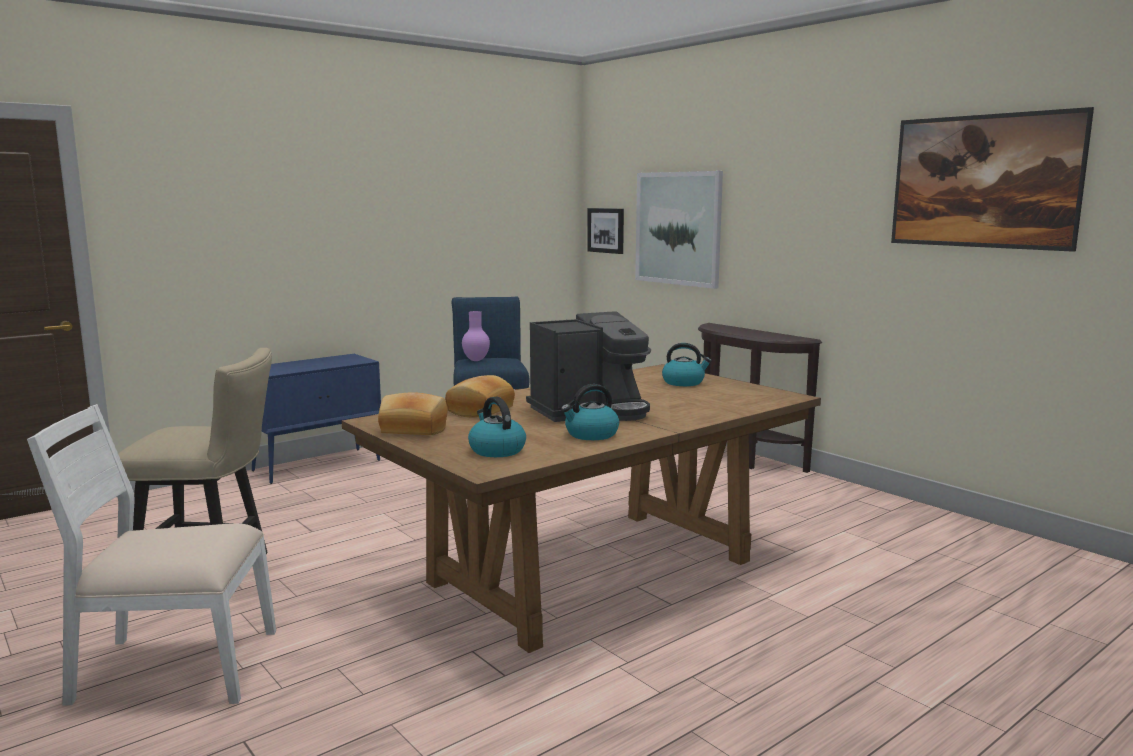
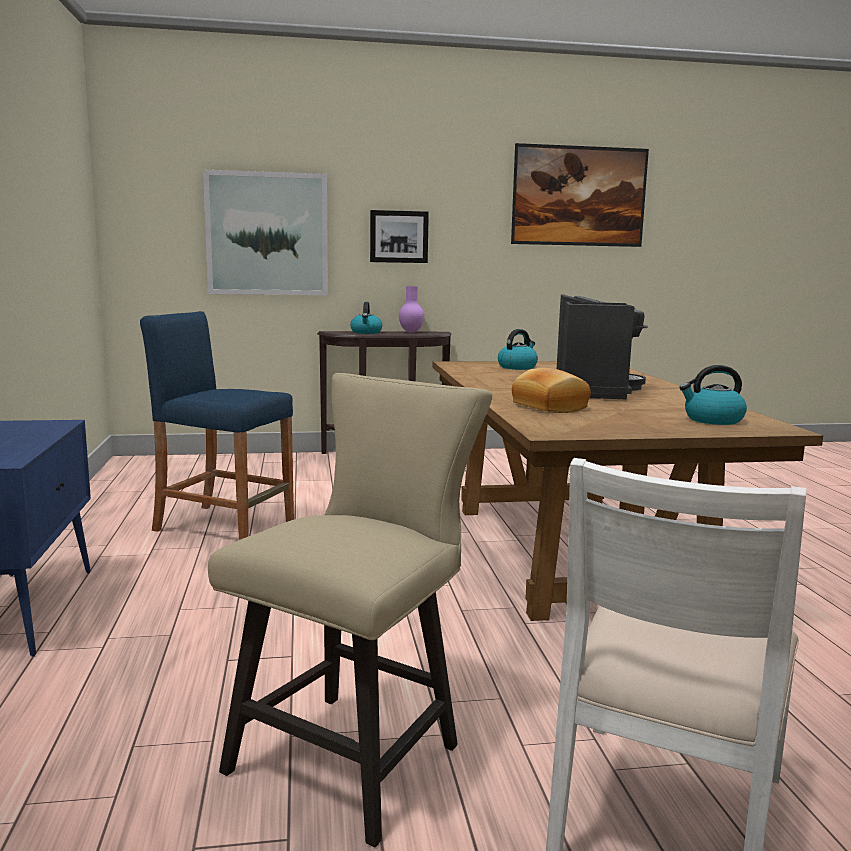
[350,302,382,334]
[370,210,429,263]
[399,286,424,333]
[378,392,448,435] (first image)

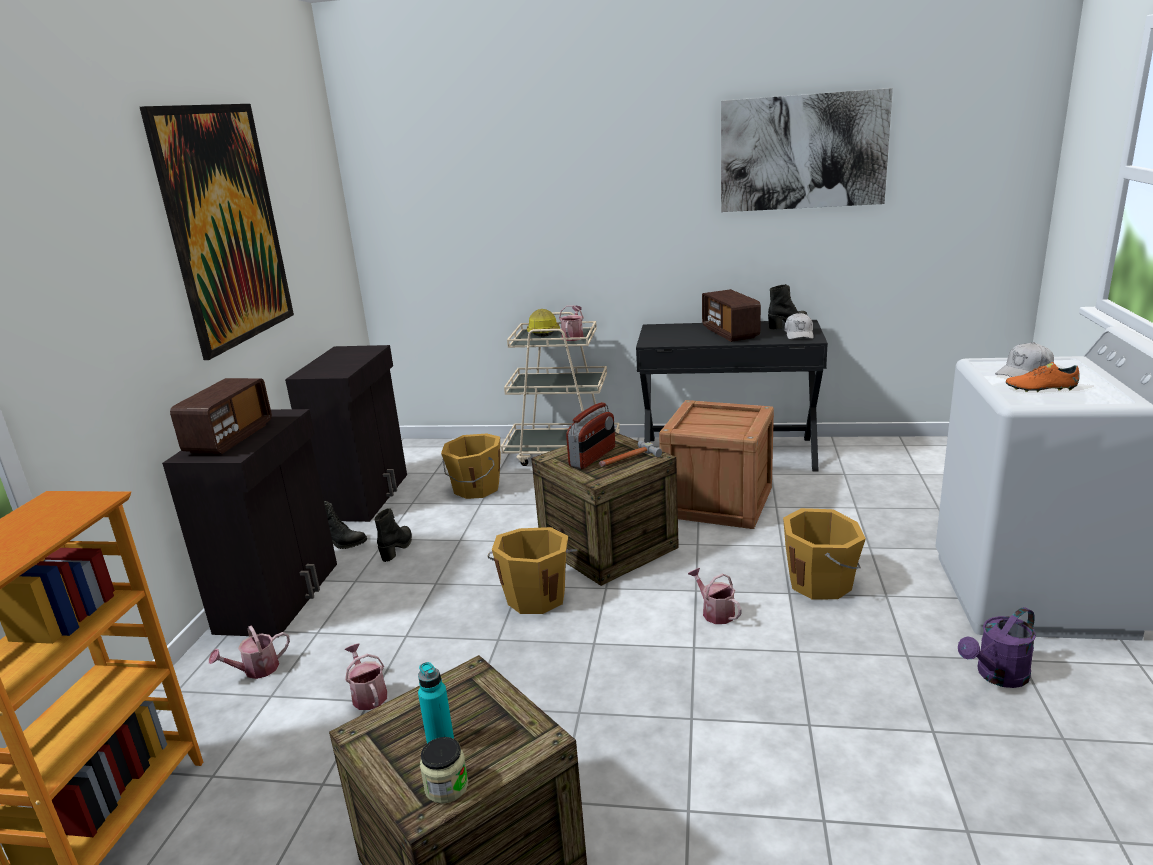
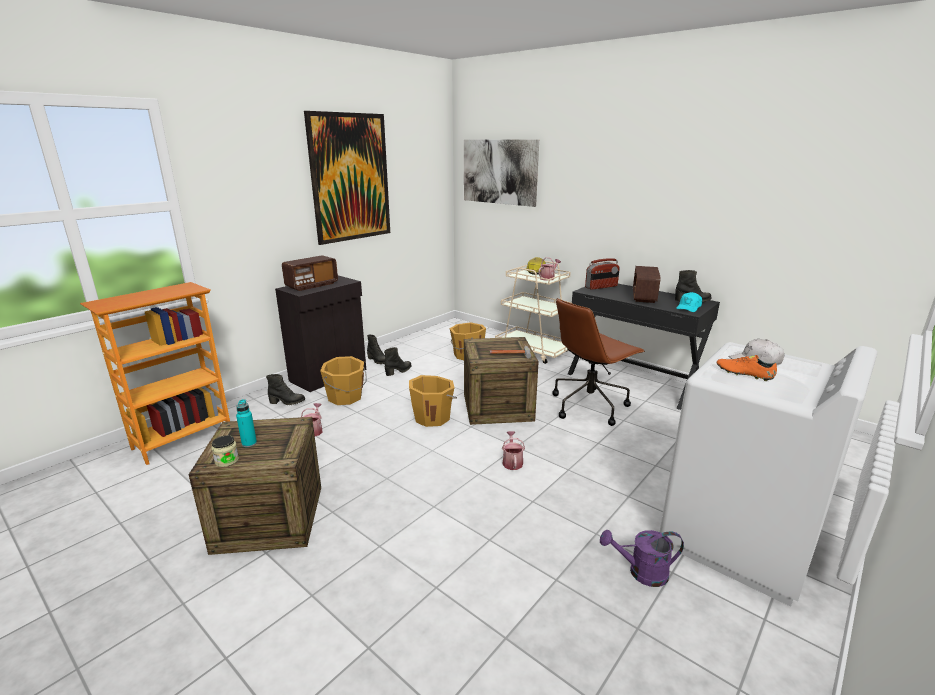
[266,374,305,405]
[320,356,366,405]
[464,140,539,207]
[552,298,645,426]
[585,258,620,290]
[676,292,702,312]
[285,345,407,522] (first image)

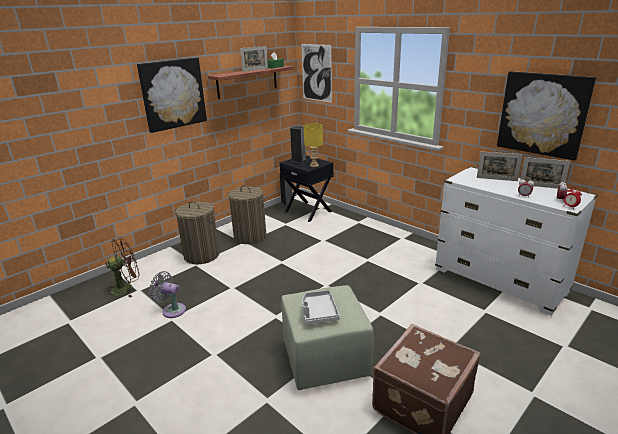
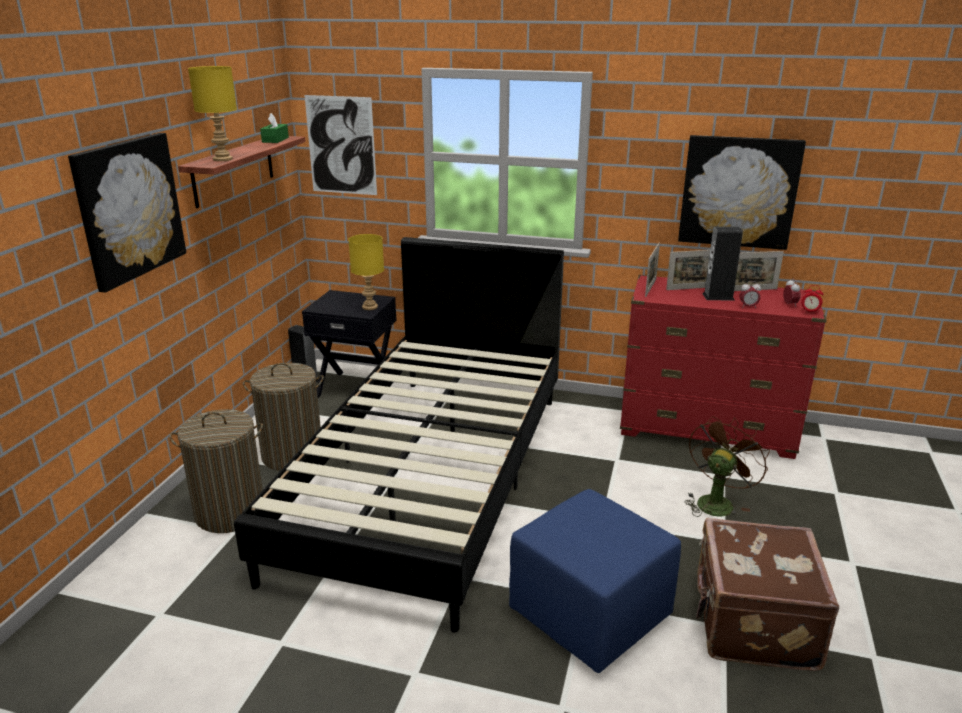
[188,66,237,161]
[234,237,564,633]
[509,489,681,673]
[620,275,827,459]
[645,242,660,297]
[685,416,770,517]
[702,227,743,300]
[149,271,186,318] (first image)
[302,290,340,324] (first image)

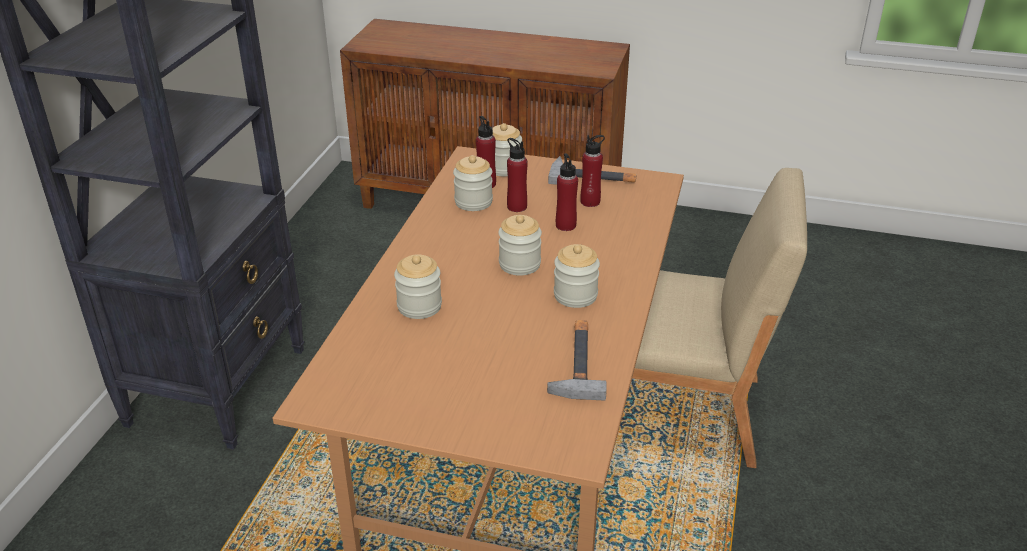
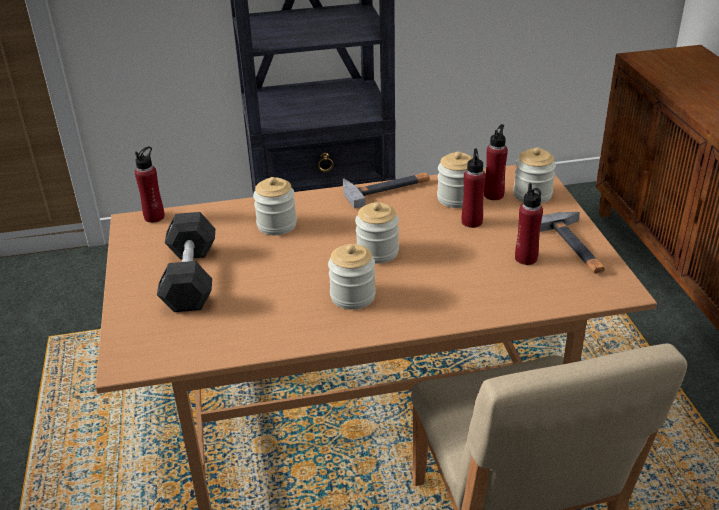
[135,146,165,223]
[157,212,215,312]
[343,173,430,209]

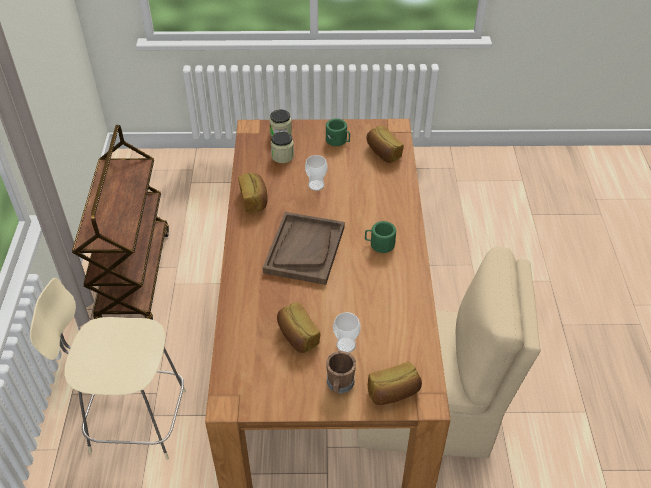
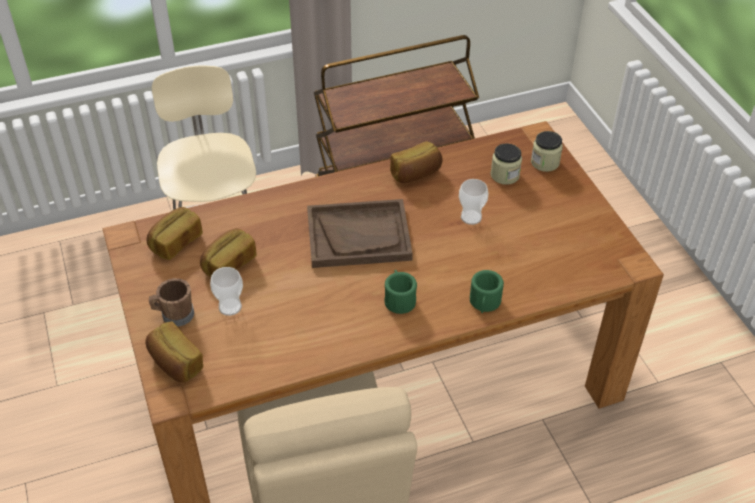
[147,207,203,260]
[470,270,504,313]

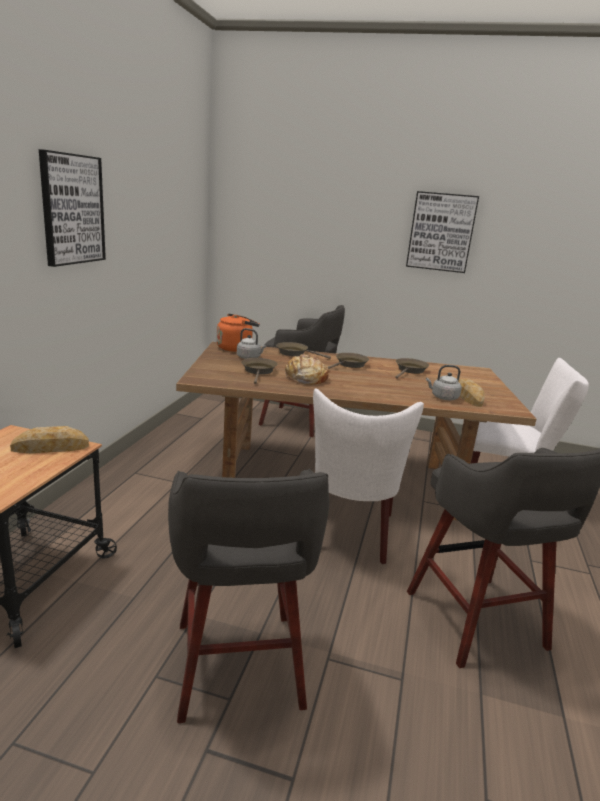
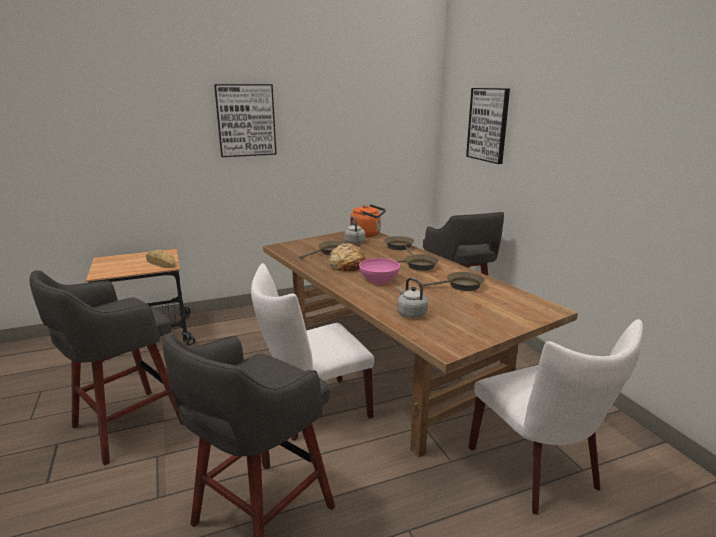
[359,258,400,284]
[466,88,510,164]
[458,379,485,407] (first image)

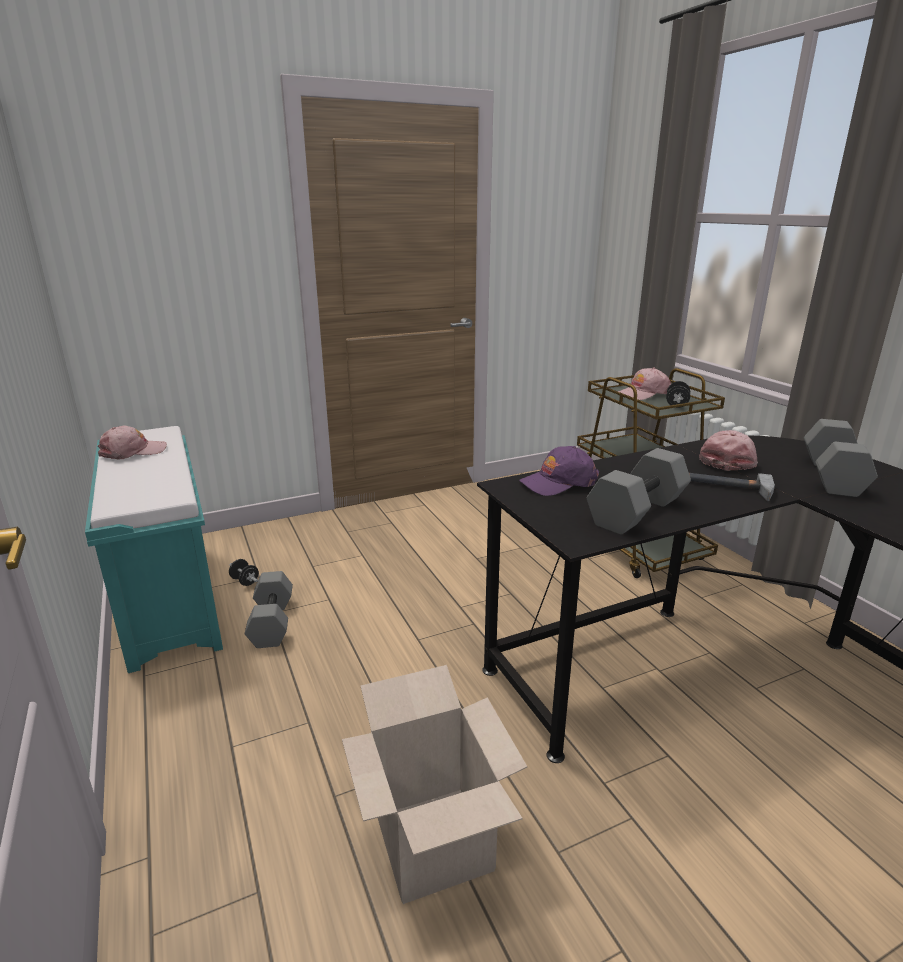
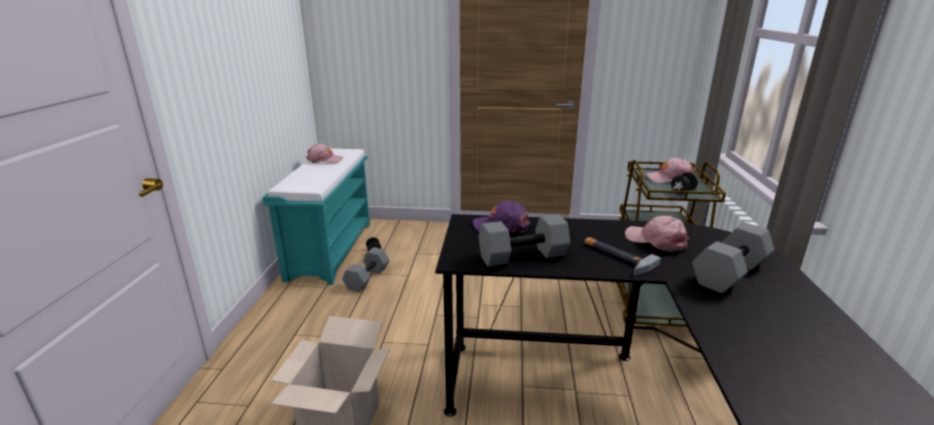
[625,216,689,252]

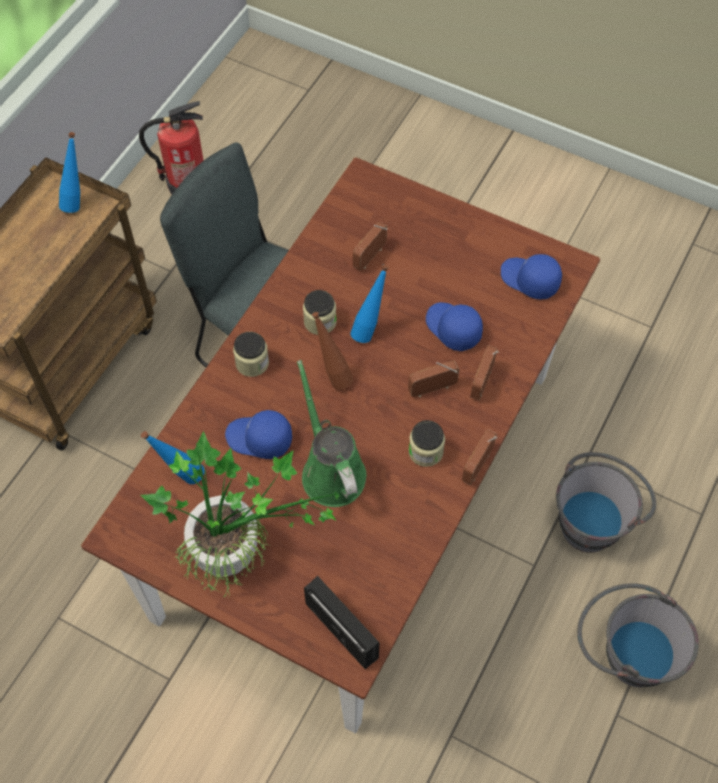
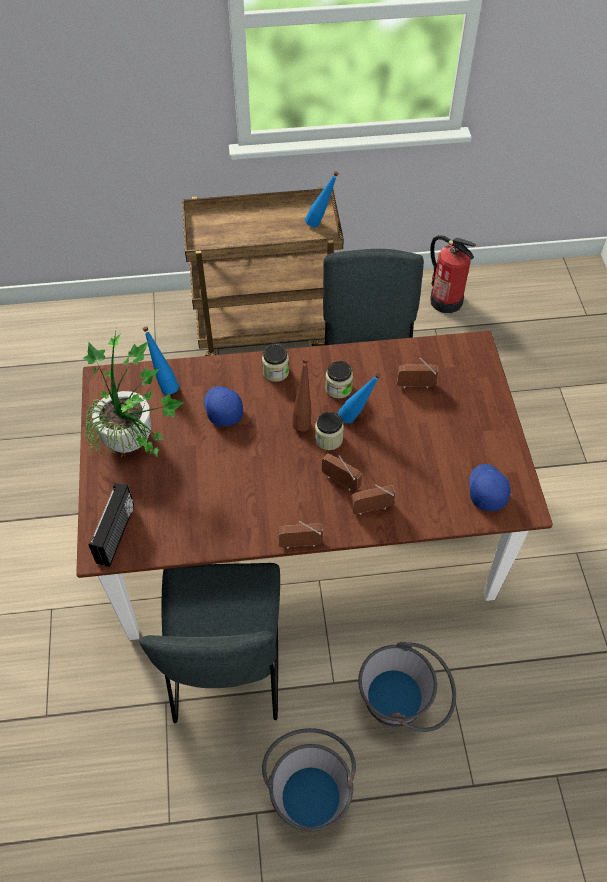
[139,563,280,723]
[315,412,344,450]
[297,360,366,507] (first image)
[426,302,483,351] (first image)

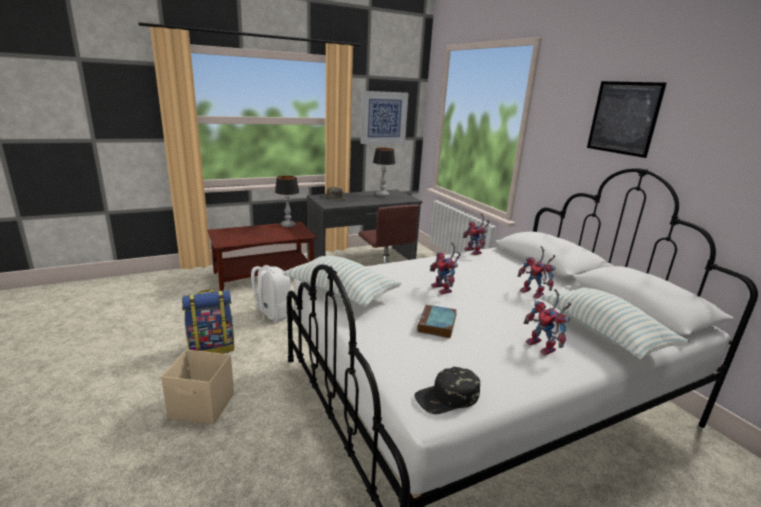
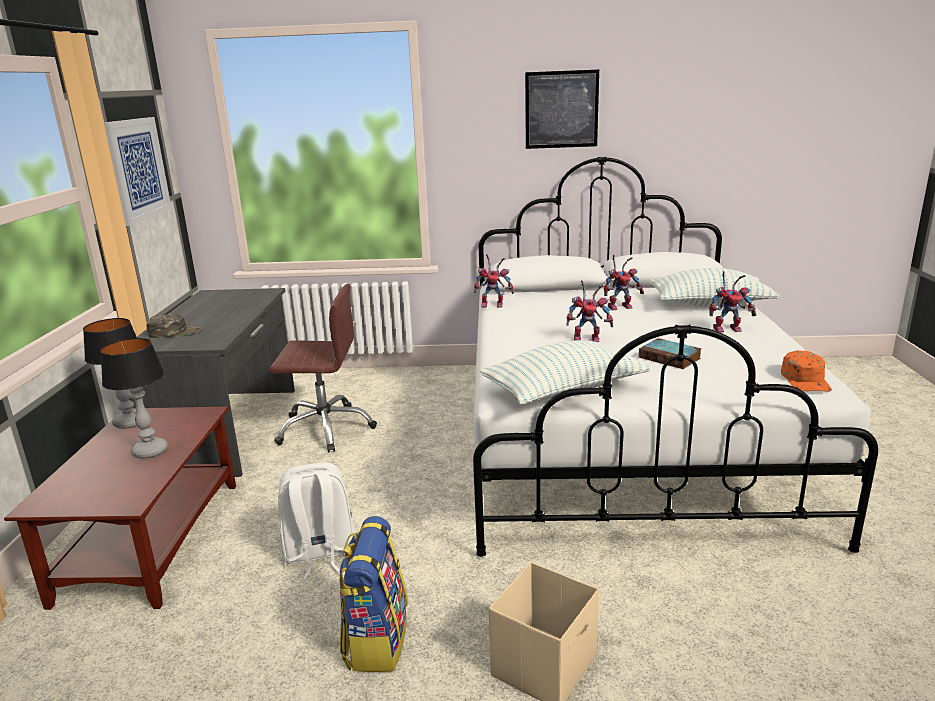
[100,338,168,458]
[781,350,832,392]

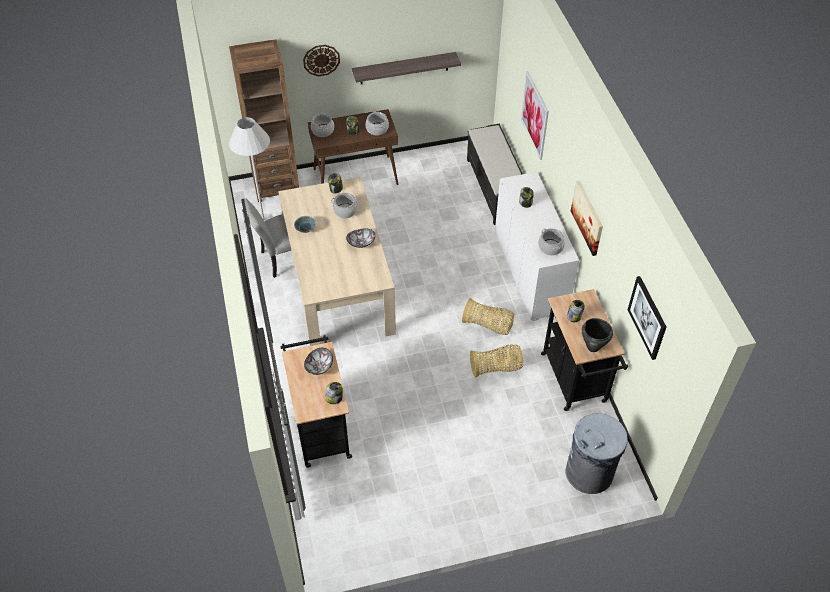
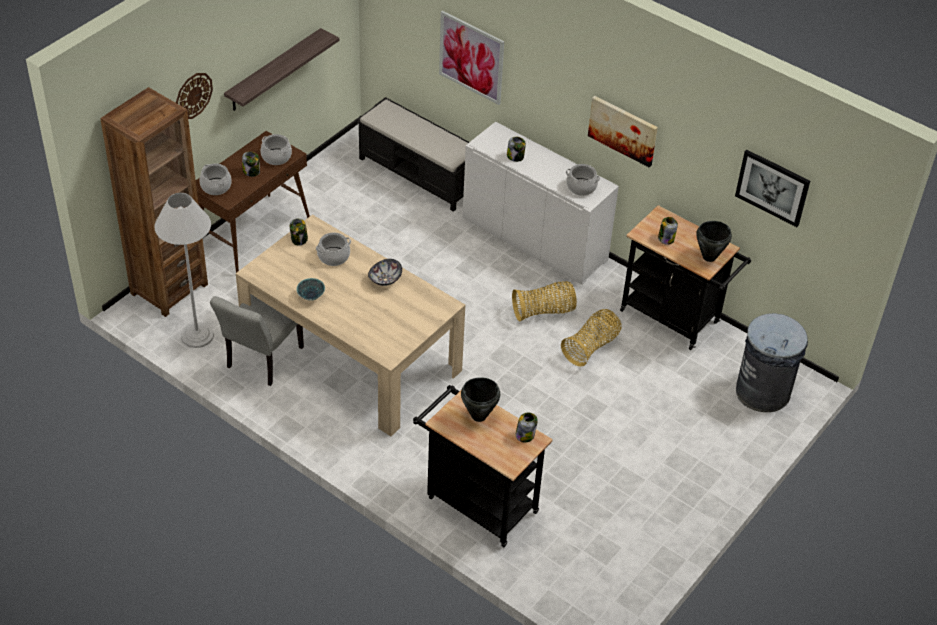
[461,377,500,422]

